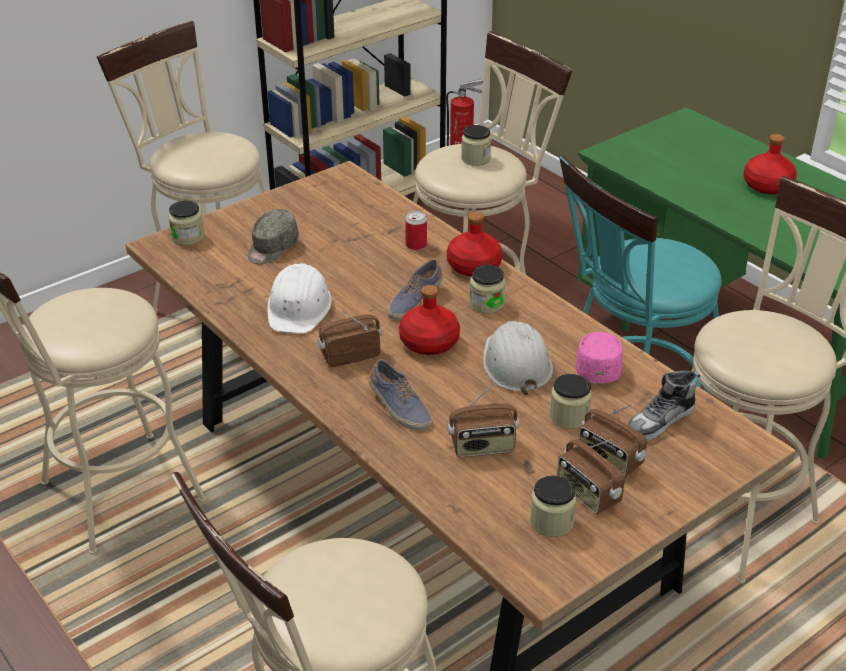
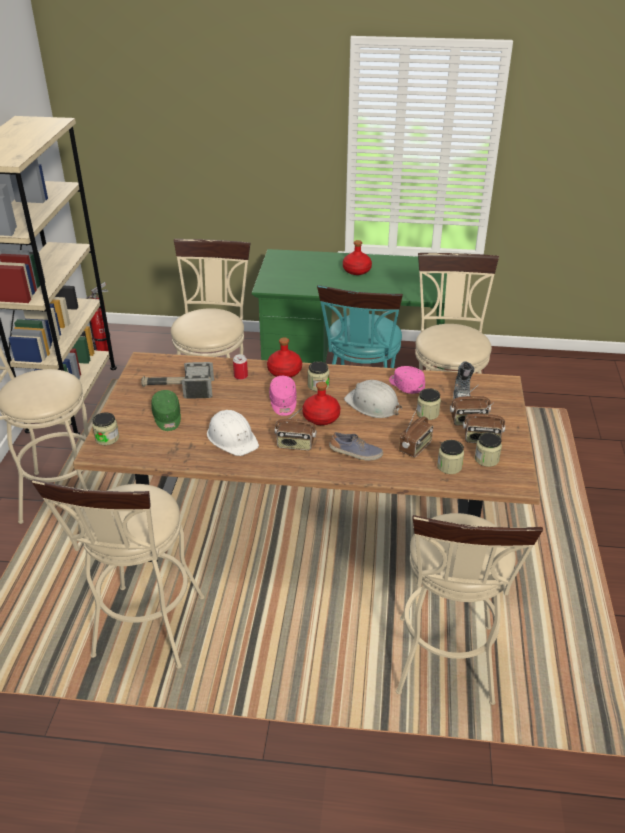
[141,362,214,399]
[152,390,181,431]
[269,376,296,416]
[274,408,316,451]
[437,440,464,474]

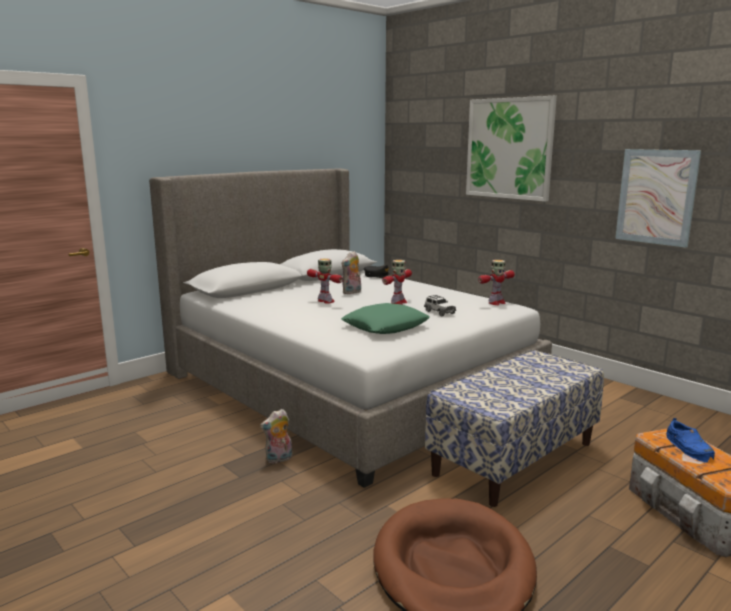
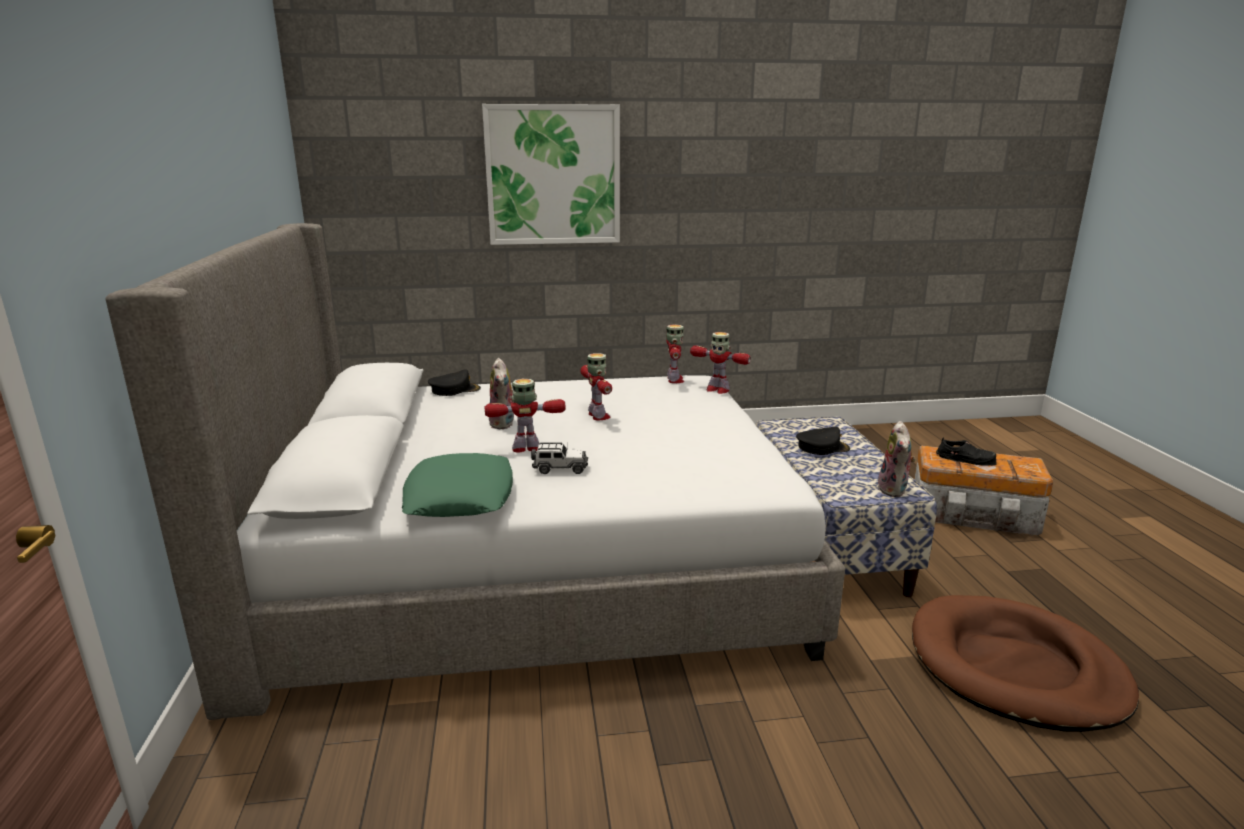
[402,453,513,517]
[531,442,588,474]
[690,332,751,394]
[796,427,850,455]
[878,421,916,497]
[936,437,997,466]
[615,149,701,248] (first image)

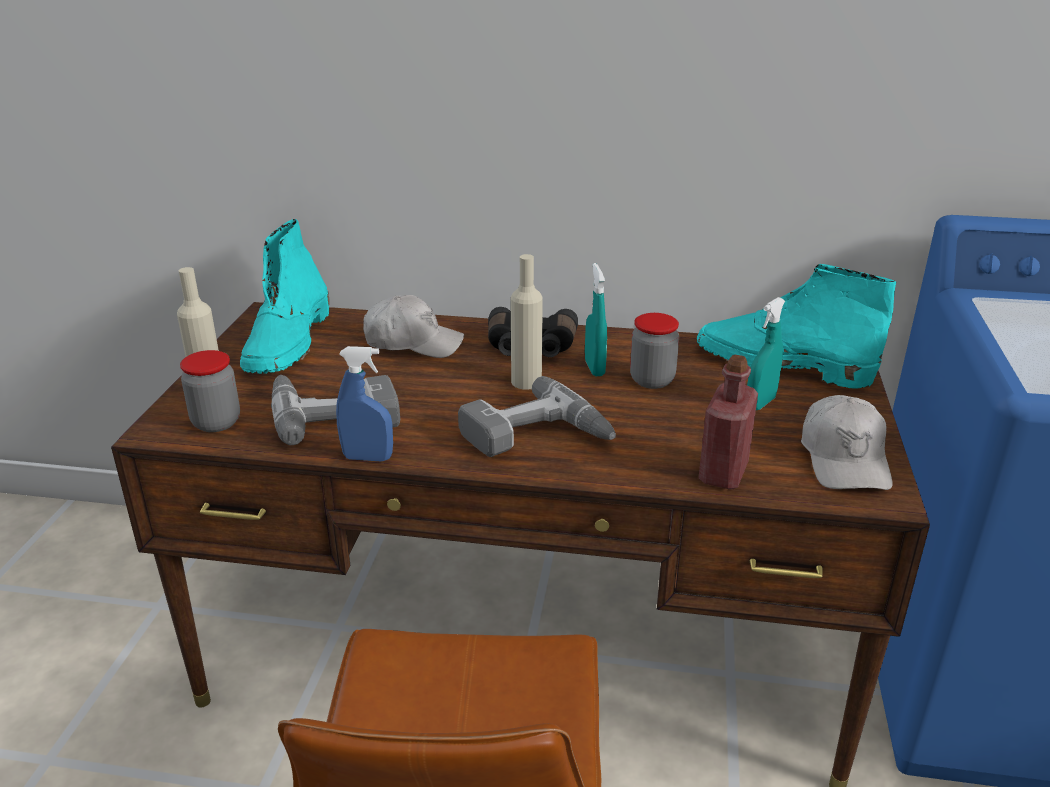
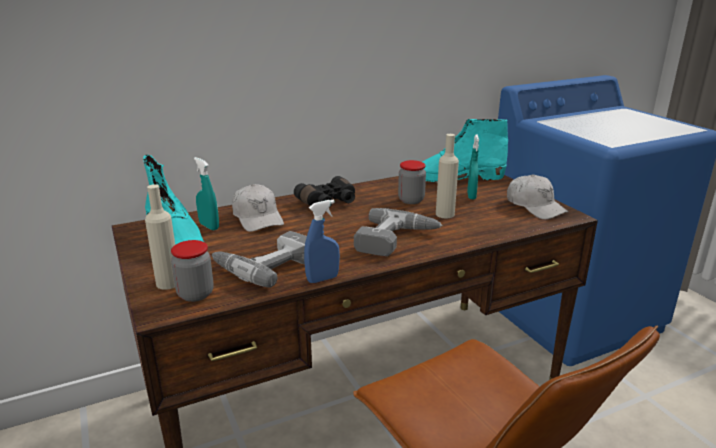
[194,157,219,230]
[232,184,284,232]
[436,134,459,218]
[699,355,758,490] (first image)

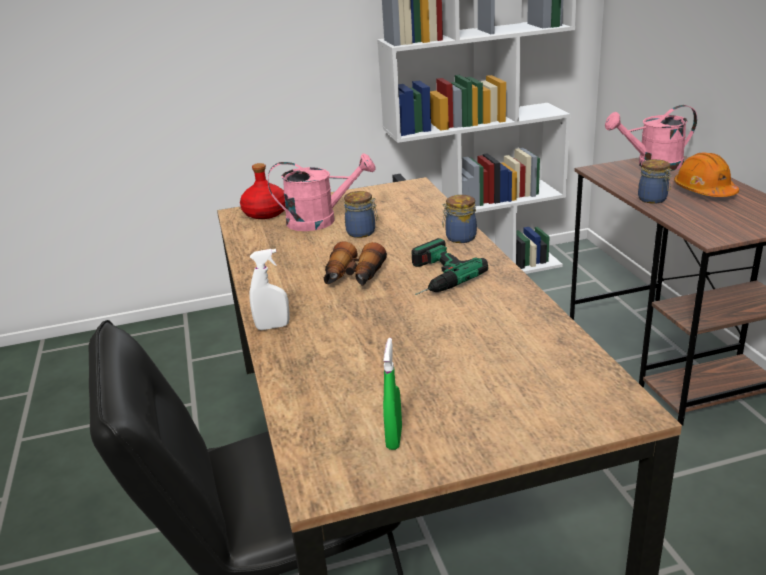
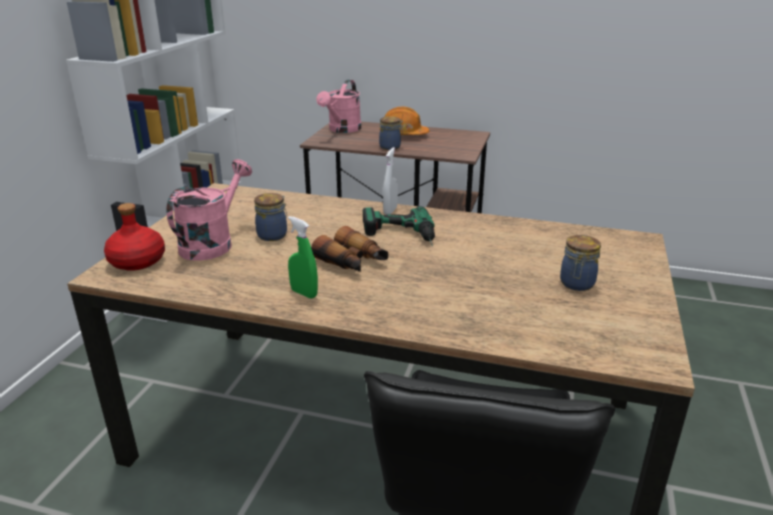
[288,216,318,299]
[383,147,398,215]
[560,235,601,291]

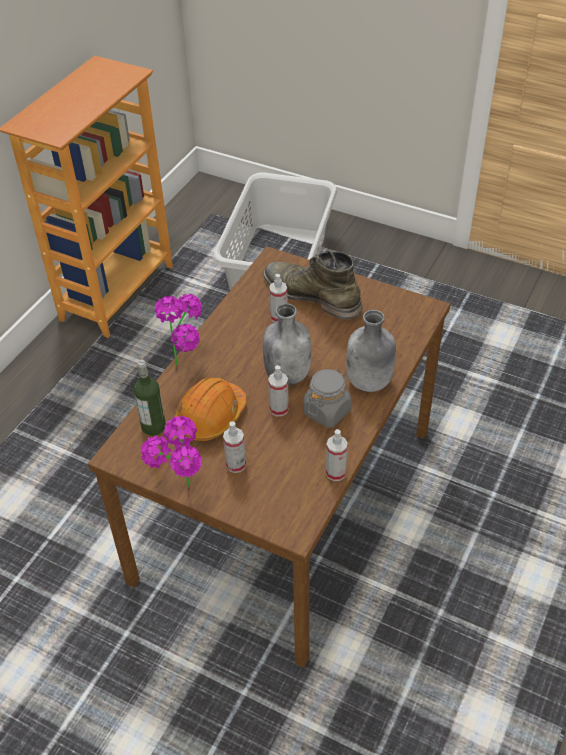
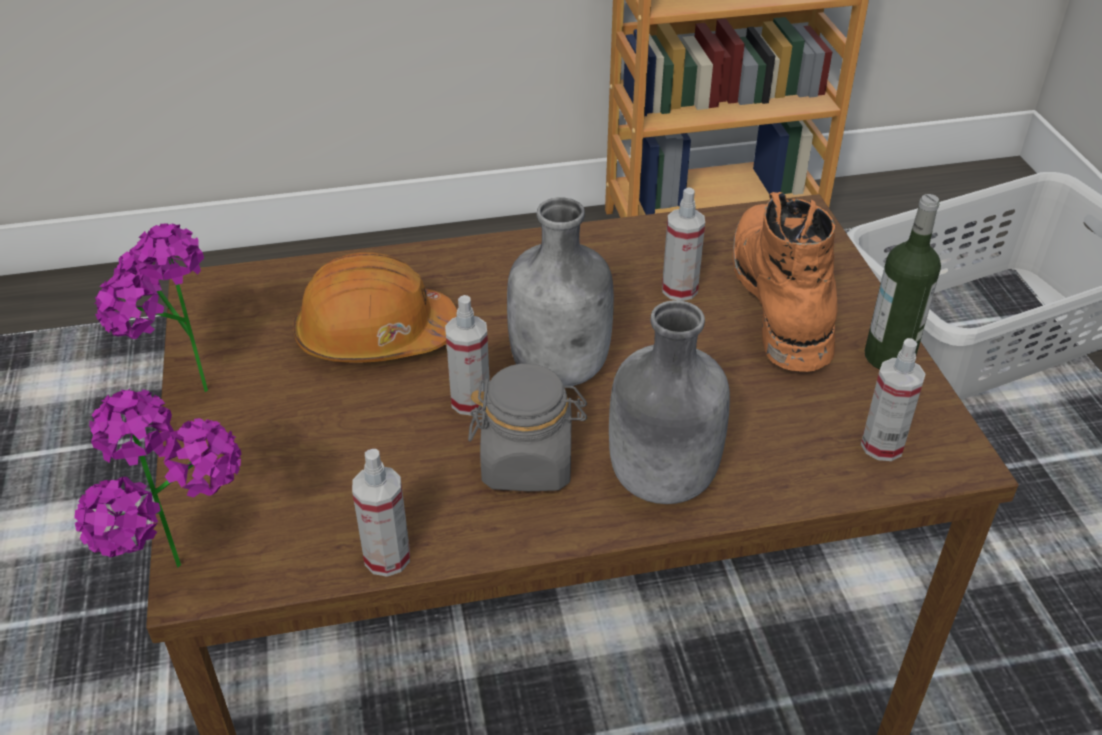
[74,389,241,568]
[732,192,838,372]
[861,338,926,461]
[865,194,941,370]

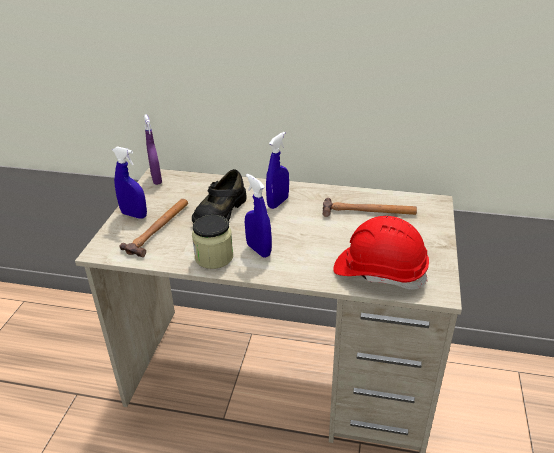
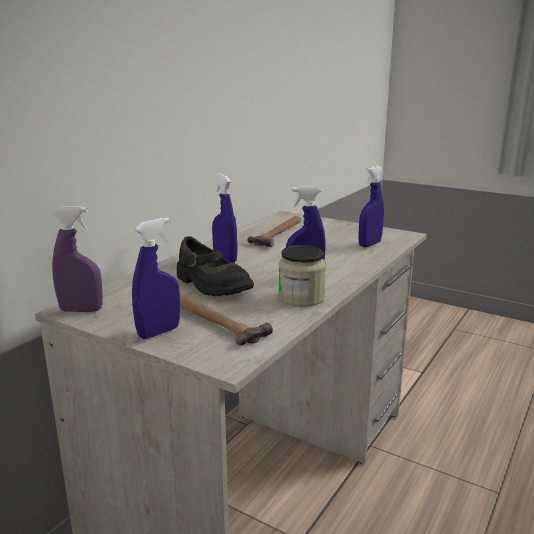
[358,165,384,247]

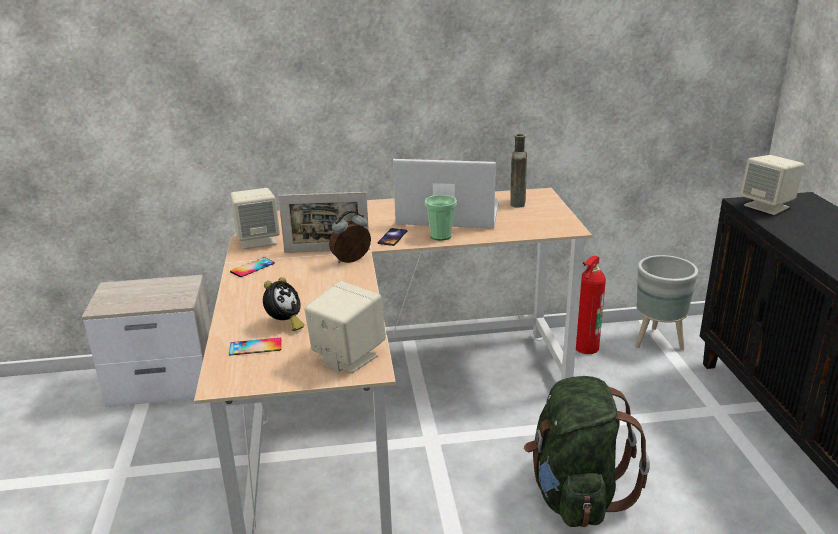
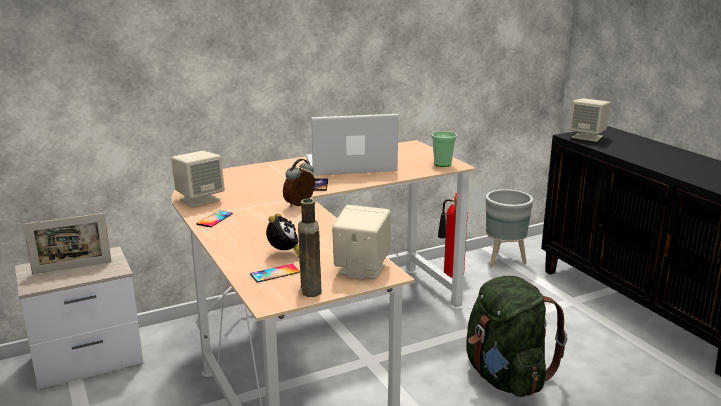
[23,213,111,274]
[298,198,322,297]
[431,131,457,167]

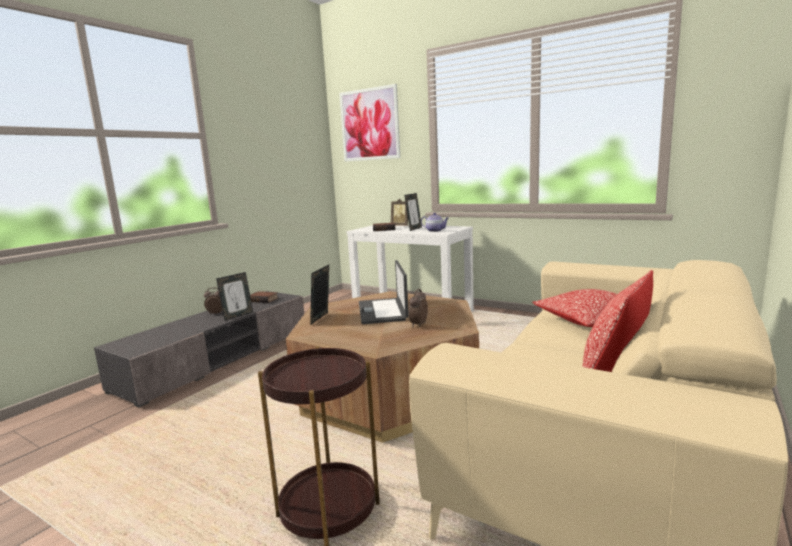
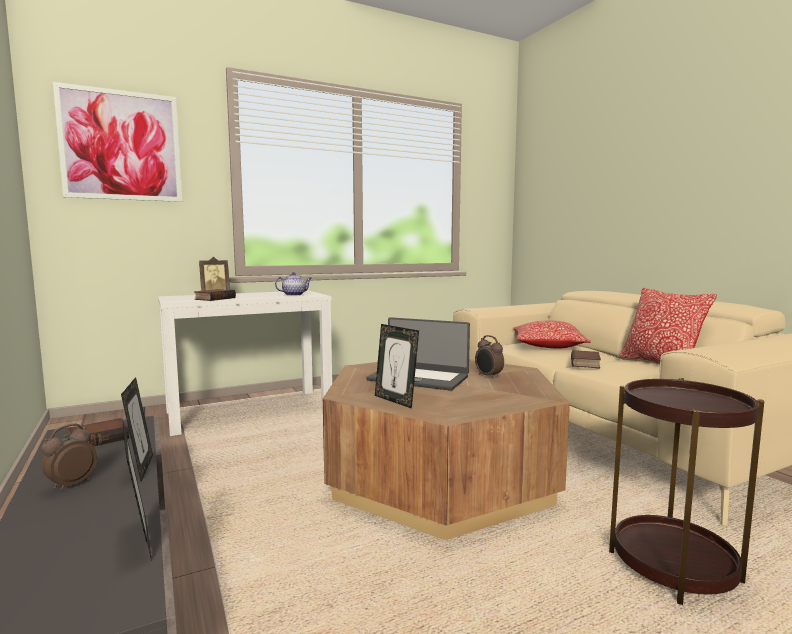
[123,422,152,561]
[571,350,601,368]

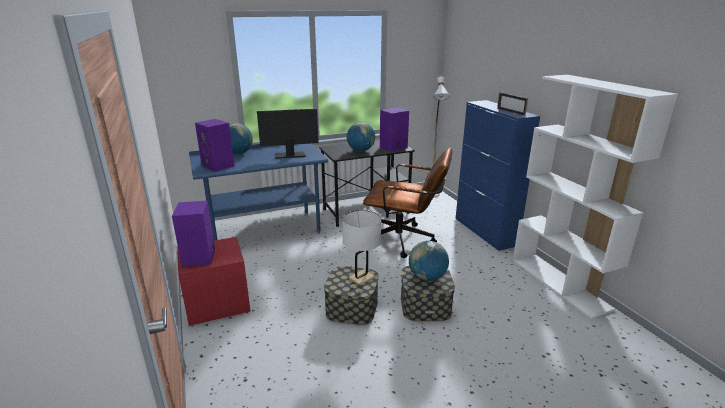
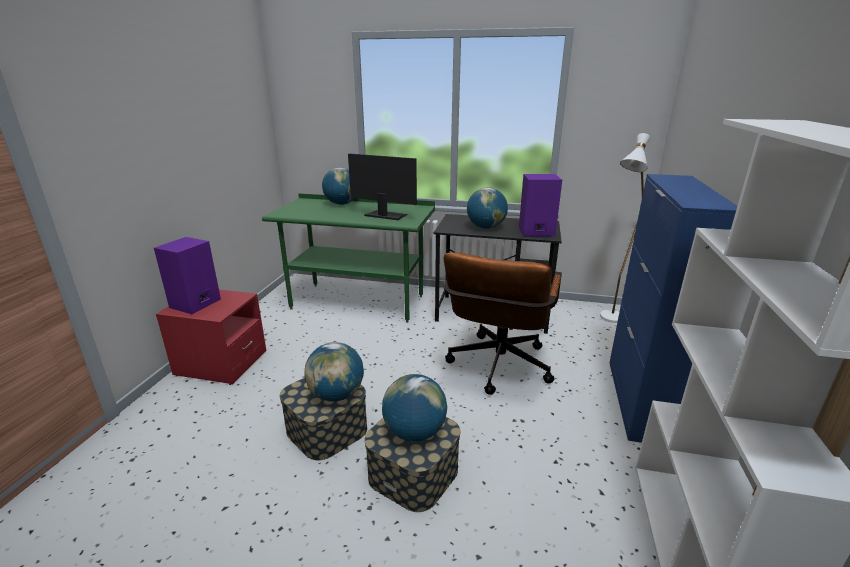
[262,193,435,323]
[304,342,364,402]
[444,253,562,395]
[195,119,235,172] (first image)
[497,92,528,116] (first image)

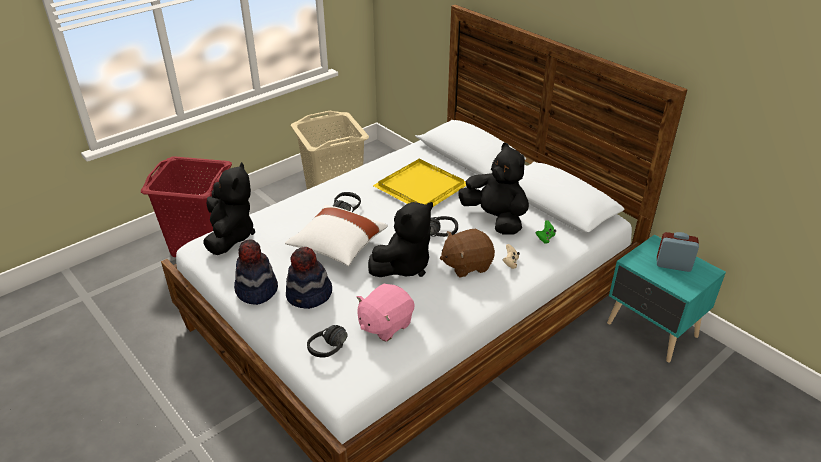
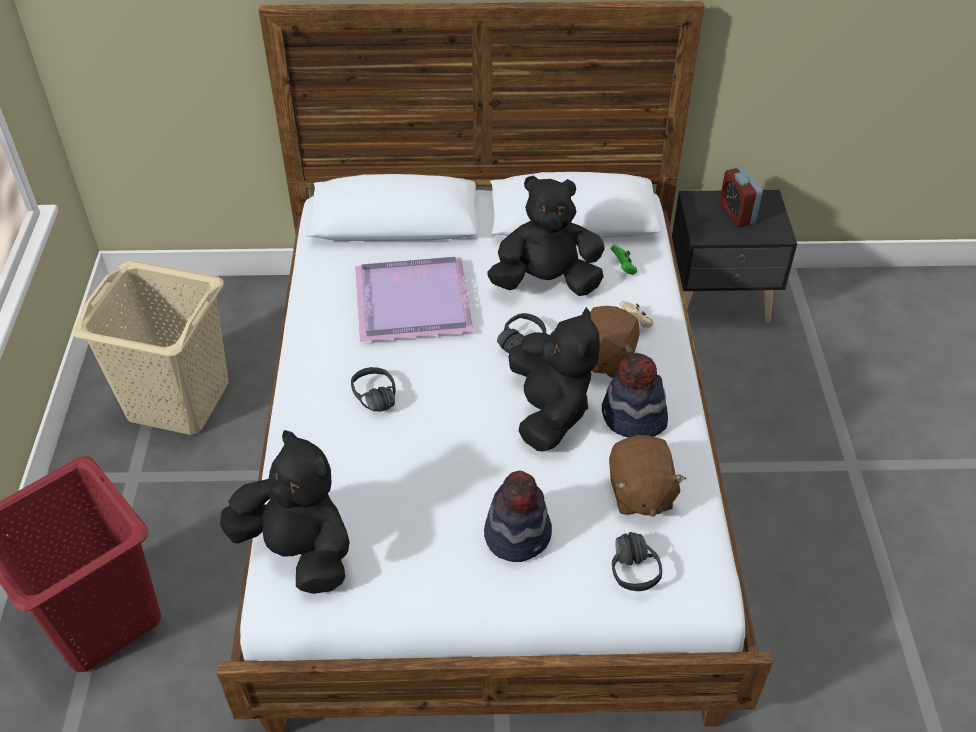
[355,257,474,342]
[602,353,668,438]
[609,435,686,517]
[672,190,797,323]
[719,167,763,227]
[285,205,388,266] (first image)

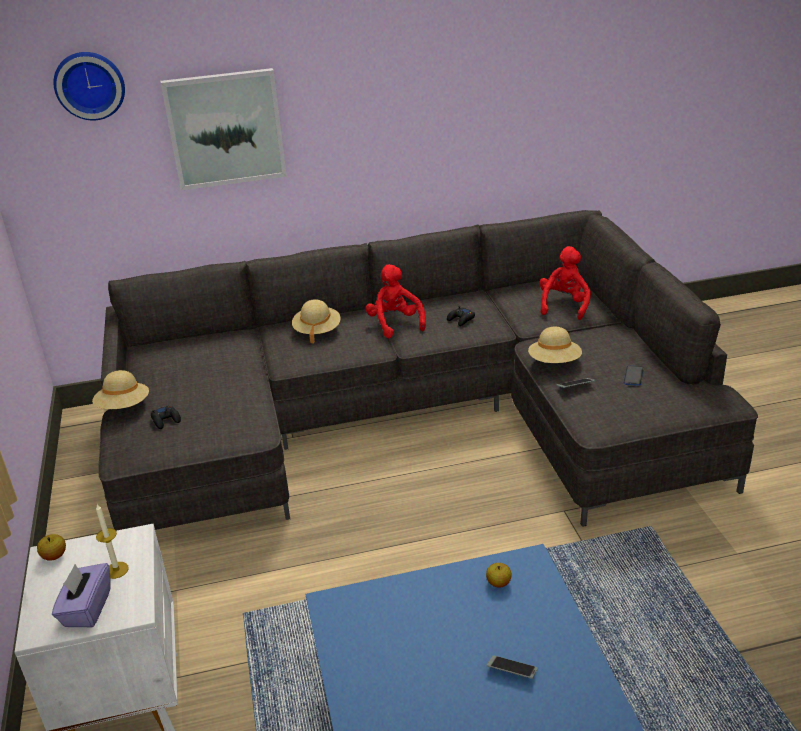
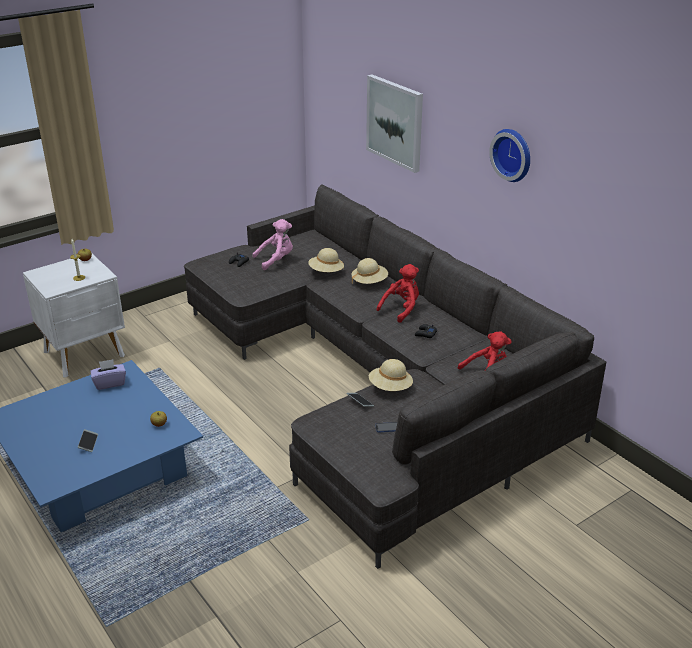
[91,359,126,390]
[252,219,293,270]
[308,248,344,272]
[489,129,530,182]

